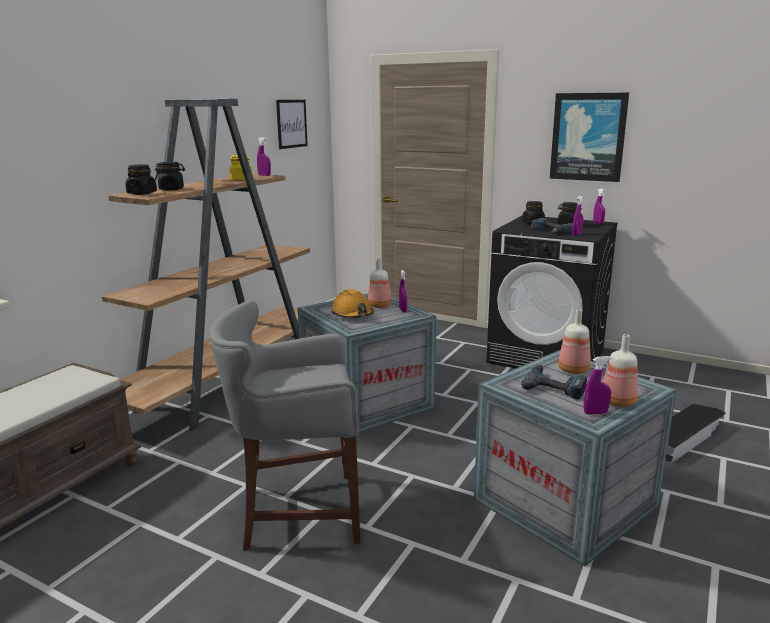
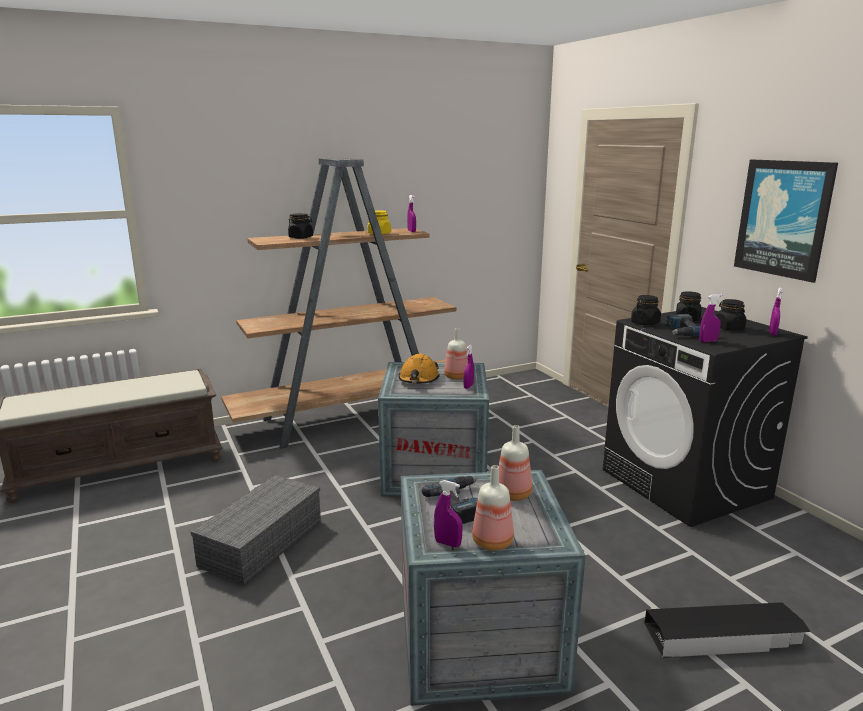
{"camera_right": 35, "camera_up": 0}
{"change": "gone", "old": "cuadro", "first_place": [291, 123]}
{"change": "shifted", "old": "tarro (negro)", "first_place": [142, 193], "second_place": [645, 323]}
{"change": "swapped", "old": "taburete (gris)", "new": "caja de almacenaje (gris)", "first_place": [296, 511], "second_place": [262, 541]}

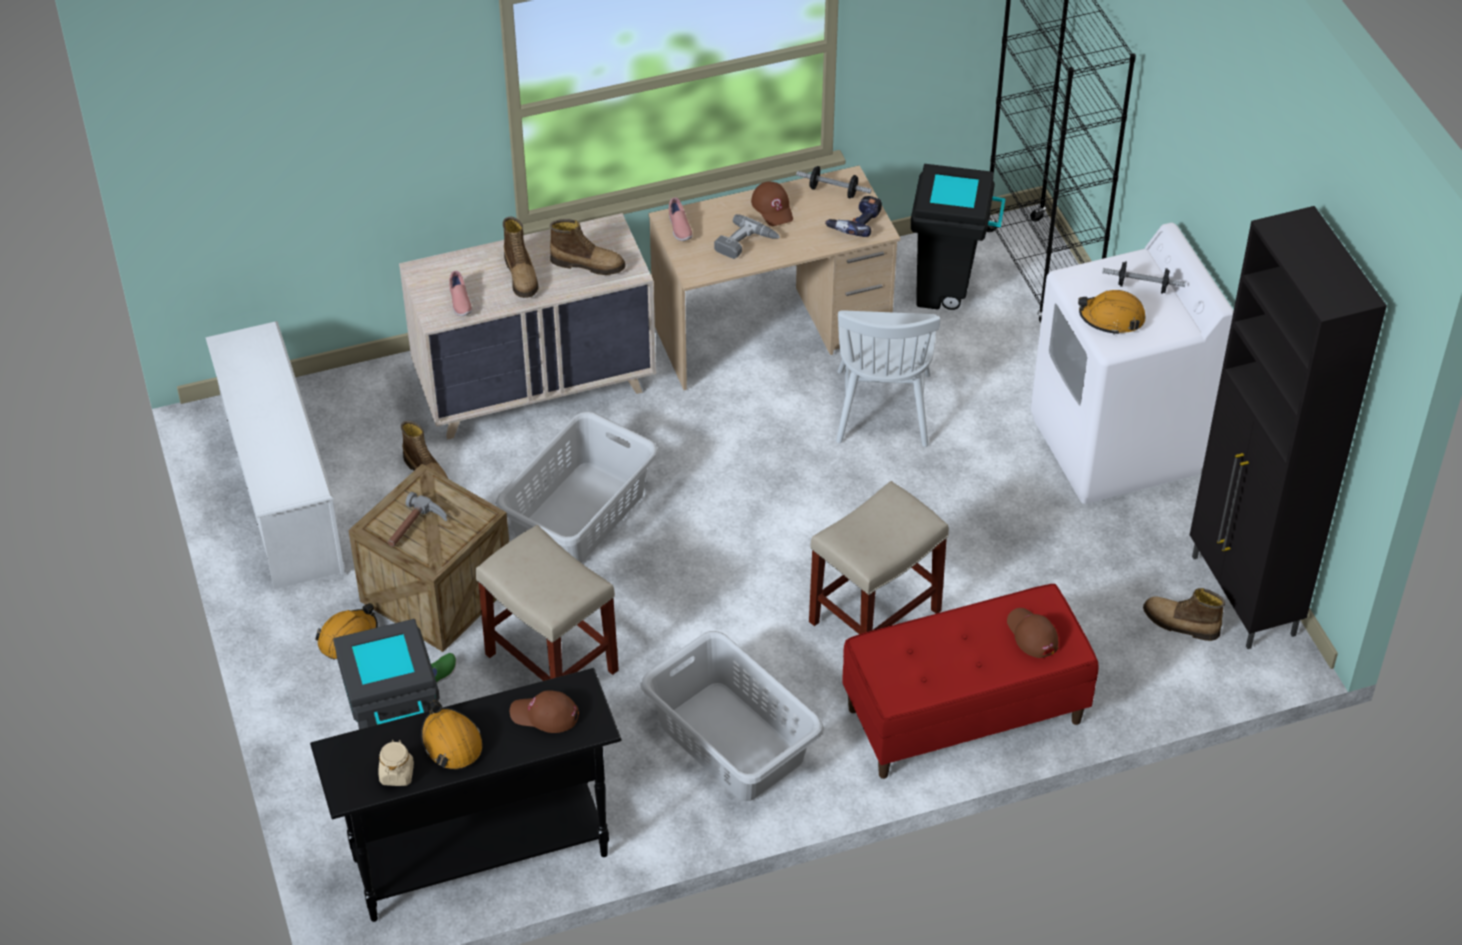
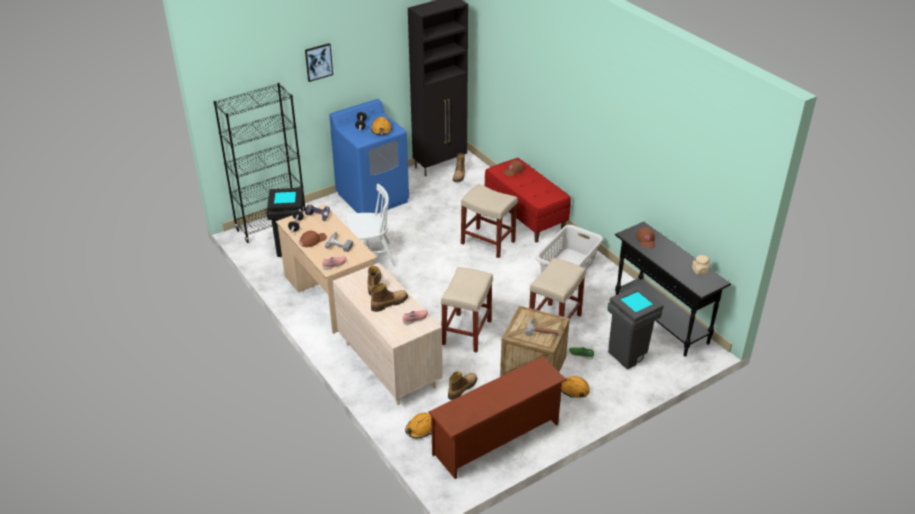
{"camera_right": -105, "camera_up": -10}
{"change": "new", "new": "cuadro", "second_place": [318, 62]}
{"change": "shifted", "old": "casco (naranja)", "first_place": [451, 743], "second_place": [420, 429]}
{"change": "swapped", "old": "cesto de la ropa (gris)", "new": "taburete (beis)", "first_place": [581, 514], "second_place": [466, 332]}
{"change": "repainted", "old": "zapatero (blanco)", "new": "zapatero (marrón)", "first_place": [281, 495], "second_place": [497, 440]}
{"change": "repainted", "old": "lavadora (blanco)", "new": "lavadora (azul)", "first_place": [1116, 445], "second_place": [373, 197]}

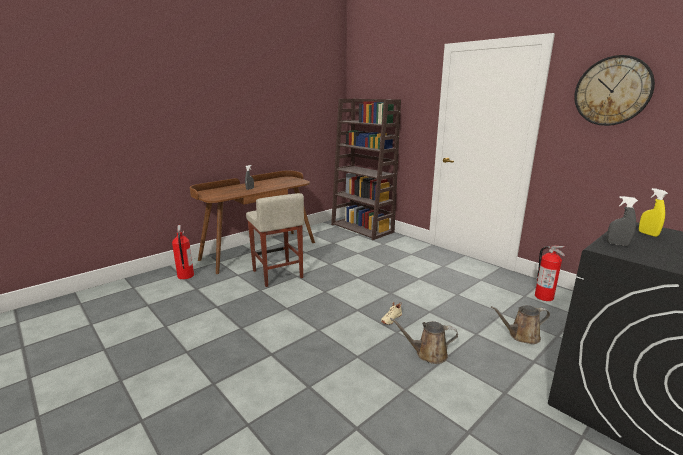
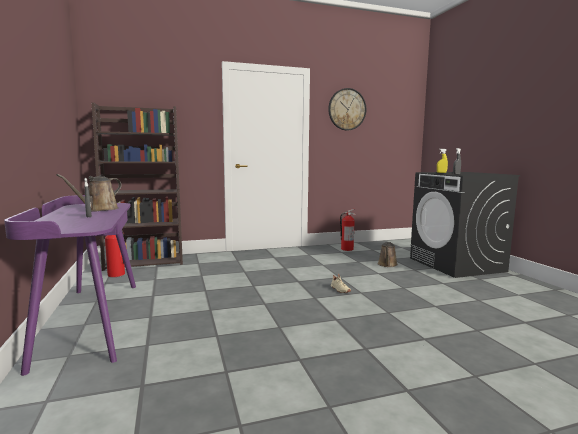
{"camera_right": -65, "camera_up": -10}
{"change": "gone", "old": "taburete (beis)", "first_place": [277, 274]}
{"change": "shifted", "old": "extintor", "first_place": [185, 276], "second_place": [116, 275]}
{"change": "shifted", "old": "regadera (marrón)", "first_place": [428, 354], "second_place": [99, 209]}
{"change": "repainted", "old": "escritorio (marrón)", "new": "escritorio (morado)", "first_place": [259, 250], "second_place": [90, 320]}

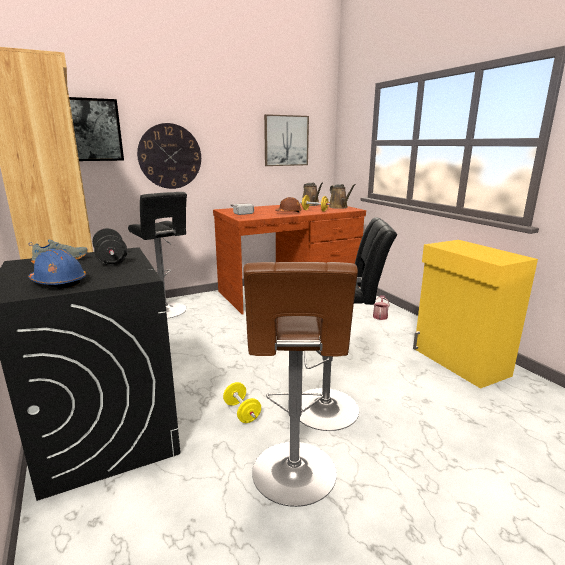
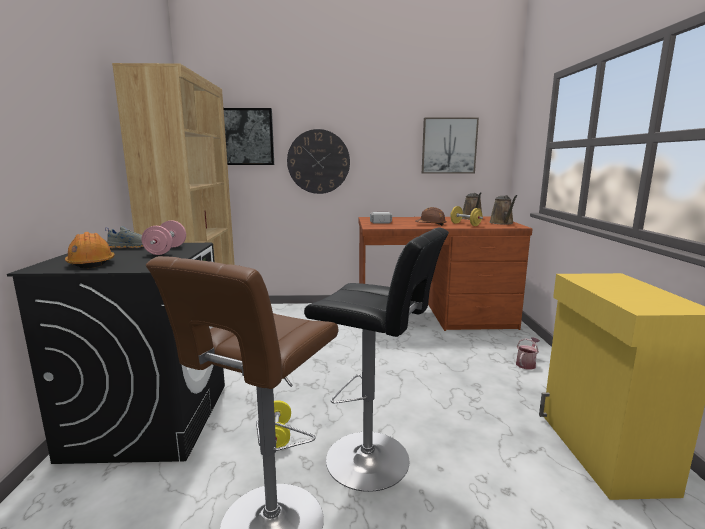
{"camera_right": 25, "camera_up": -5}
{"change": "gone", "old": "taburete (negro)", "first_place": [166, 311]}
{"change": "repainted", "old": "casco (azul)", "new": "casco (naranja)", "first_place": [58, 282], "second_place": [91, 263]}
{"change": "repainted", "old": "mancuerna (negro)", "new": "mancuerna (rosa)", "first_place": [111, 260], "second_place": [166, 250]}

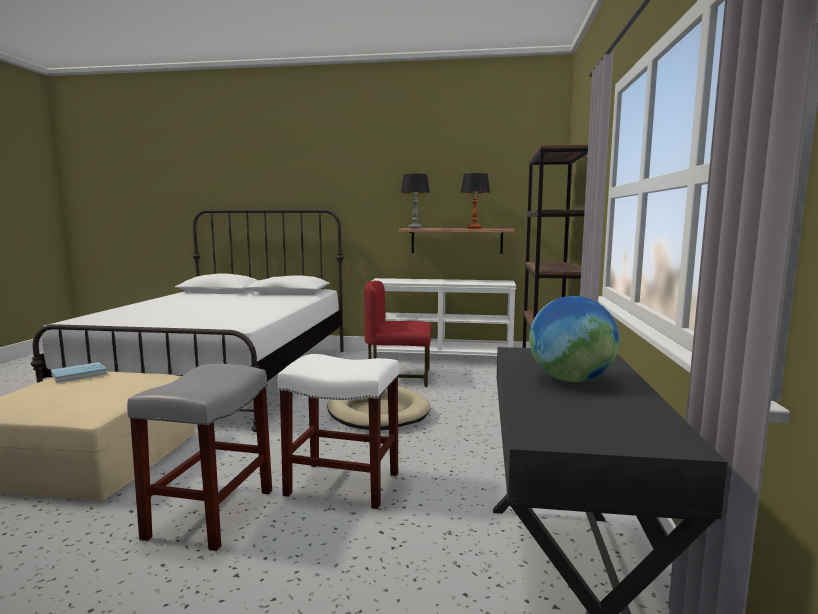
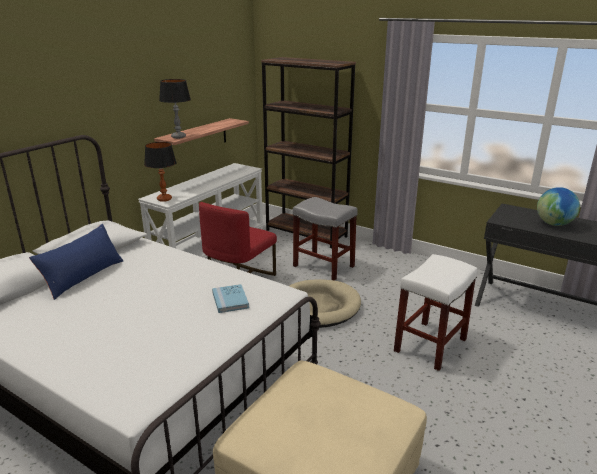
{"camera_right": -65, "camera_up": 15}
{"change": "new", "new": "cojín (azul)", "second_place": [83, 277]}
{"change": "shifted", "old": "libro (azul)", "first_place": [79, 374], "second_place": [230, 300]}
{"change": "shifted", "old": "taburete (gris)", "first_place": [211, 514], "second_place": [324, 266]}
{"change": "shifted", "old": "lámpara de mesa", "first_place": [474, 228], "second_place": [164, 199]}

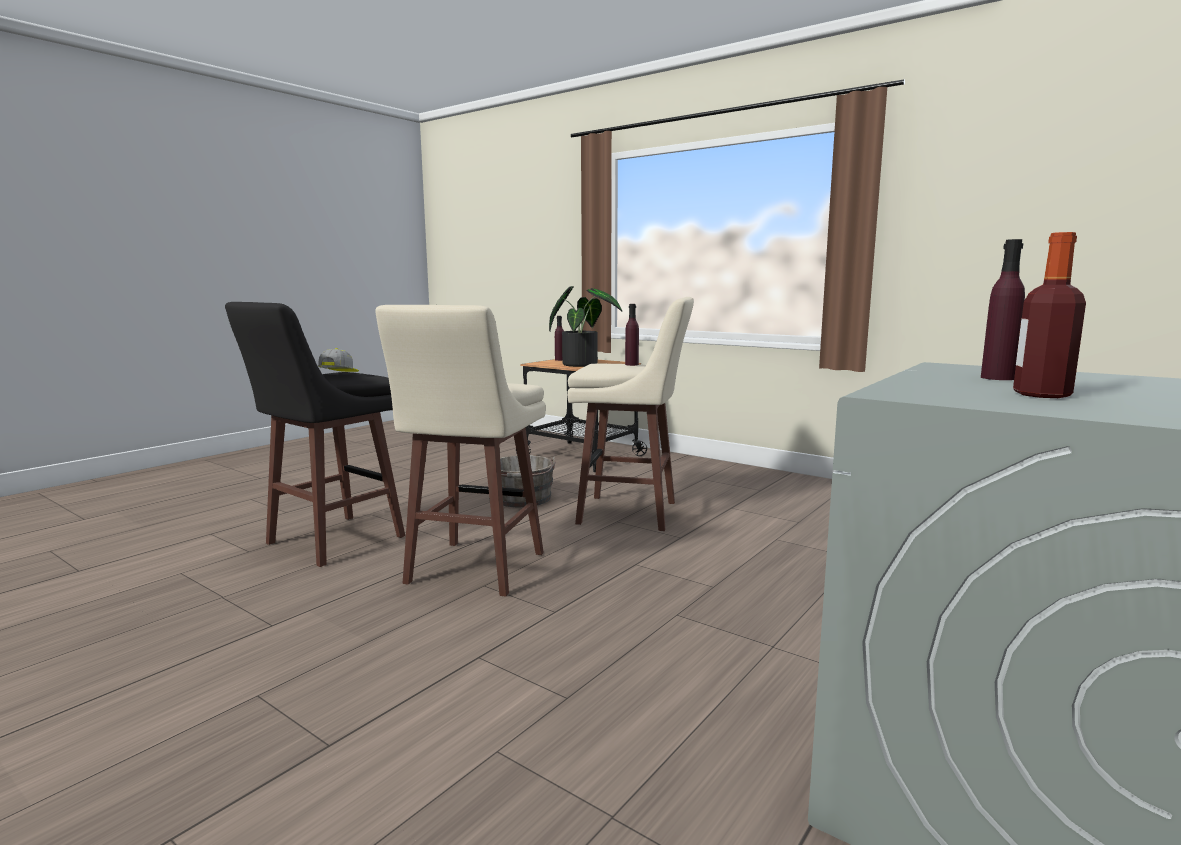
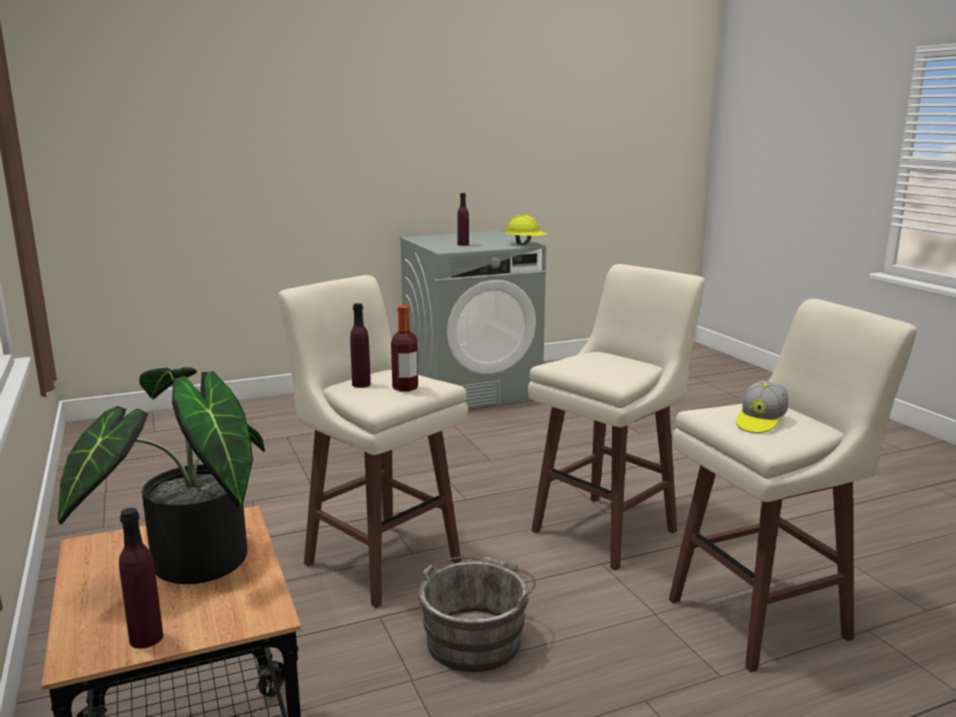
{"camera_right": -150, "camera_up": 5}
{"change": "new", "new": "casco (amarillo)", "second_place": [525, 244]}
{"change": "shifted", "old": "botella", "first_place": [1041, 395], "second_place": [405, 388]}
{"change": "repainted", "old": "taburete (negro)", "new": "taburete (beis)", "first_place": [331, 541], "second_place": [763, 618]}

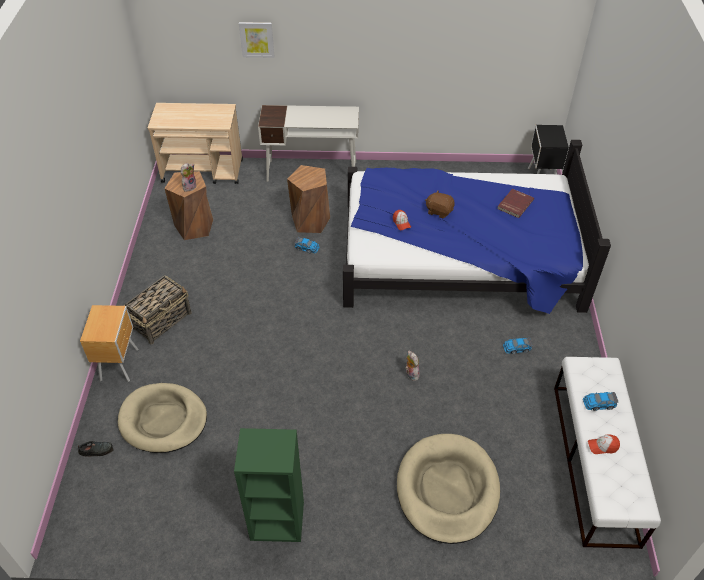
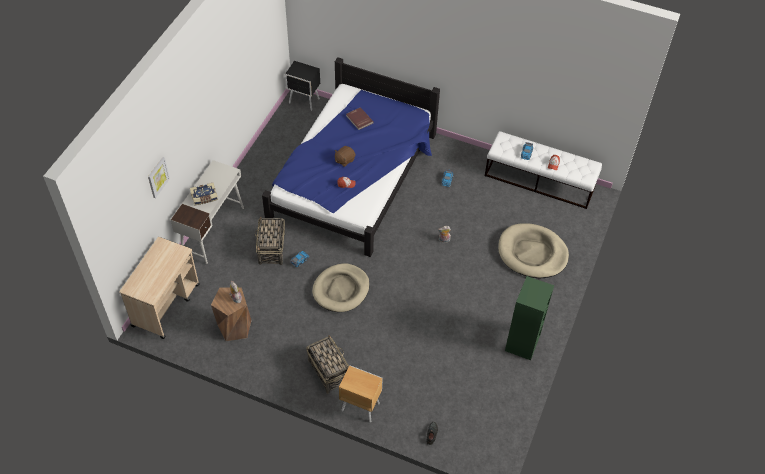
{"camera_right": -70, "camera_up": 5}
{"change": "new", "new": "libro", "second_place": [204, 197]}
{"change": "shifted", "old": "cama para perro (beis)", "first_place": [163, 420], "second_place": [341, 289]}
{"change": "swapped", "old": "taburete (marrón)", "new": "cesta", "first_place": [310, 221], "second_place": [271, 249]}

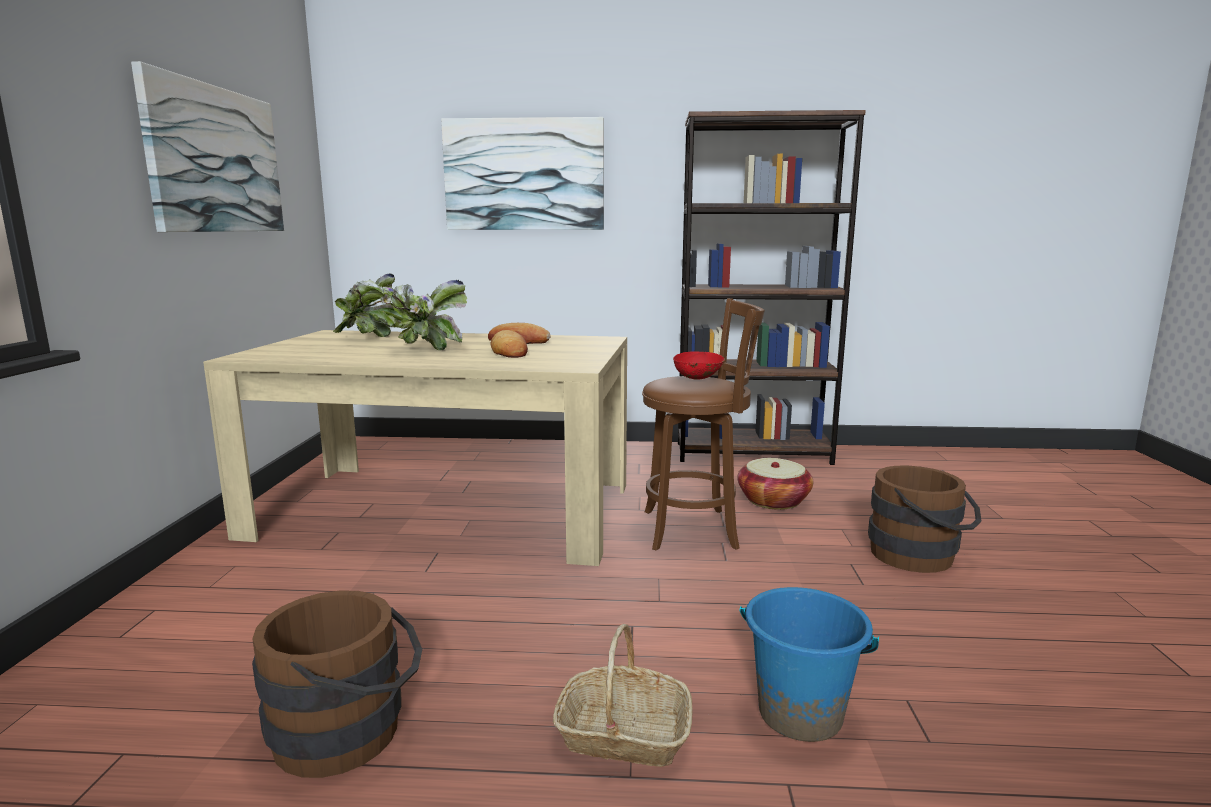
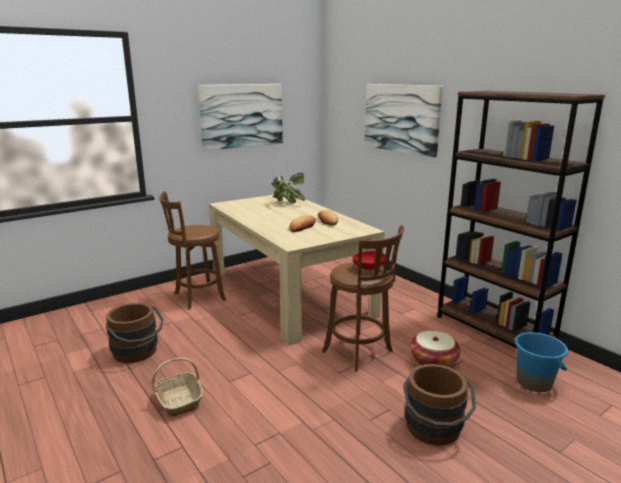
{"camera_right": 50, "camera_up": 5}
{"change": "gone", "old": "planta en maceta", "first_place": [428, 350]}
{"change": "new", "new": "taburete (marrón)", "second_place": [196, 297]}
{"change": "shifted", "old": "cubo (azul)", "first_place": [800, 714], "second_place": [534, 382]}

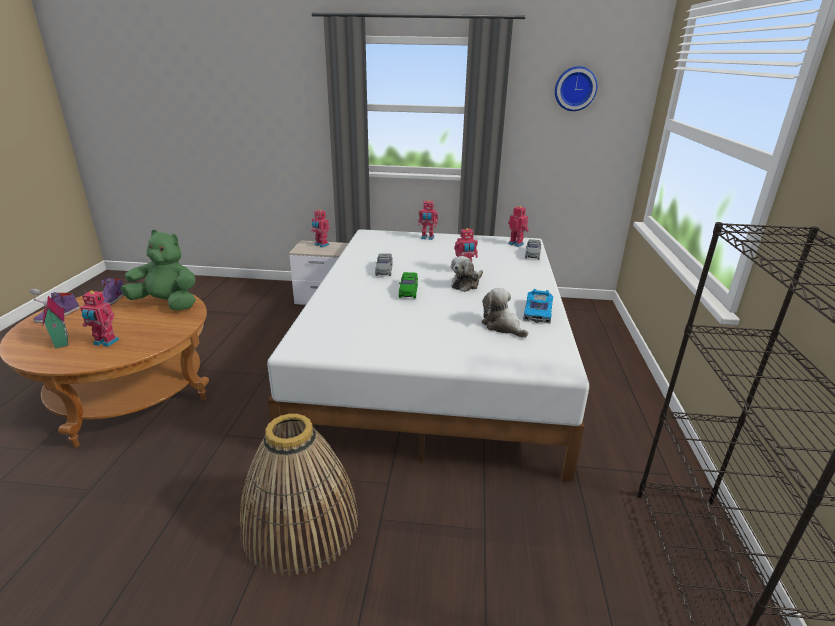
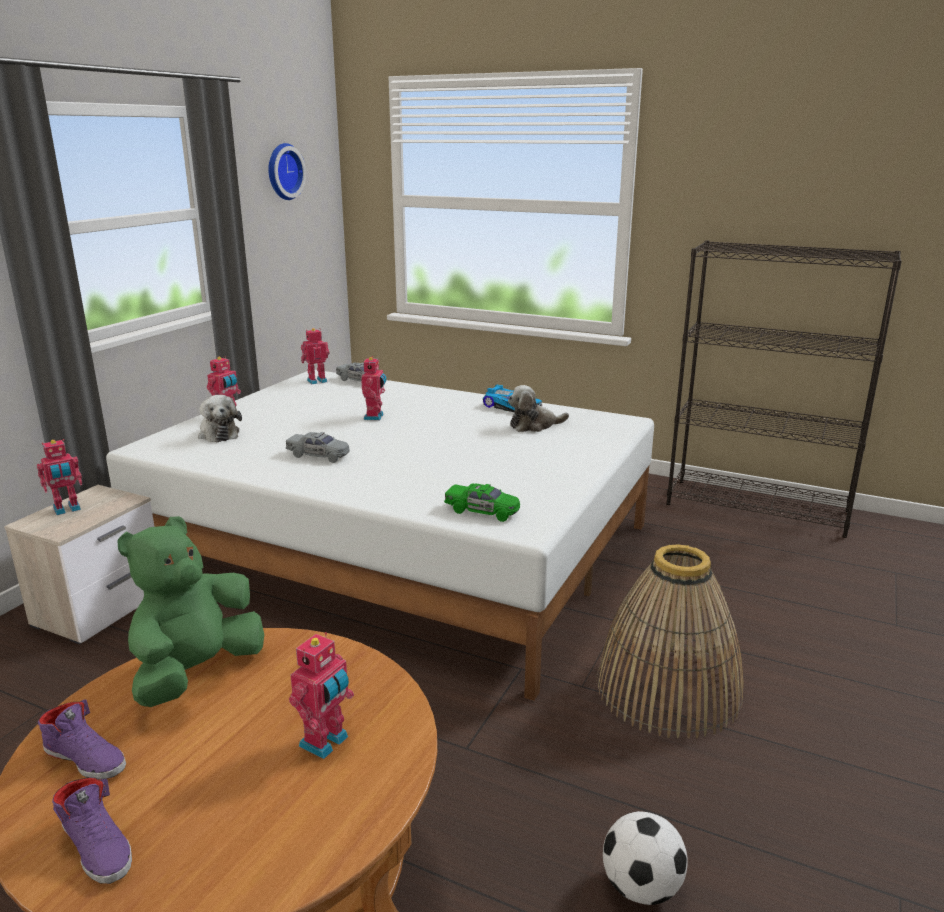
{"camera_right": -70, "camera_up": -5}
{"change": "gone", "old": "casita", "first_place": [59, 342]}
{"change": "new", "new": "balón de fútbol", "second_place": [641, 887]}
{"change": "shifted", "old": "coche de juguete (verde)", "first_place": [408, 291], "second_place": [482, 511]}
{"change": "shifted", "old": "peluche", "first_place": [466, 284], "second_place": [218, 434]}

